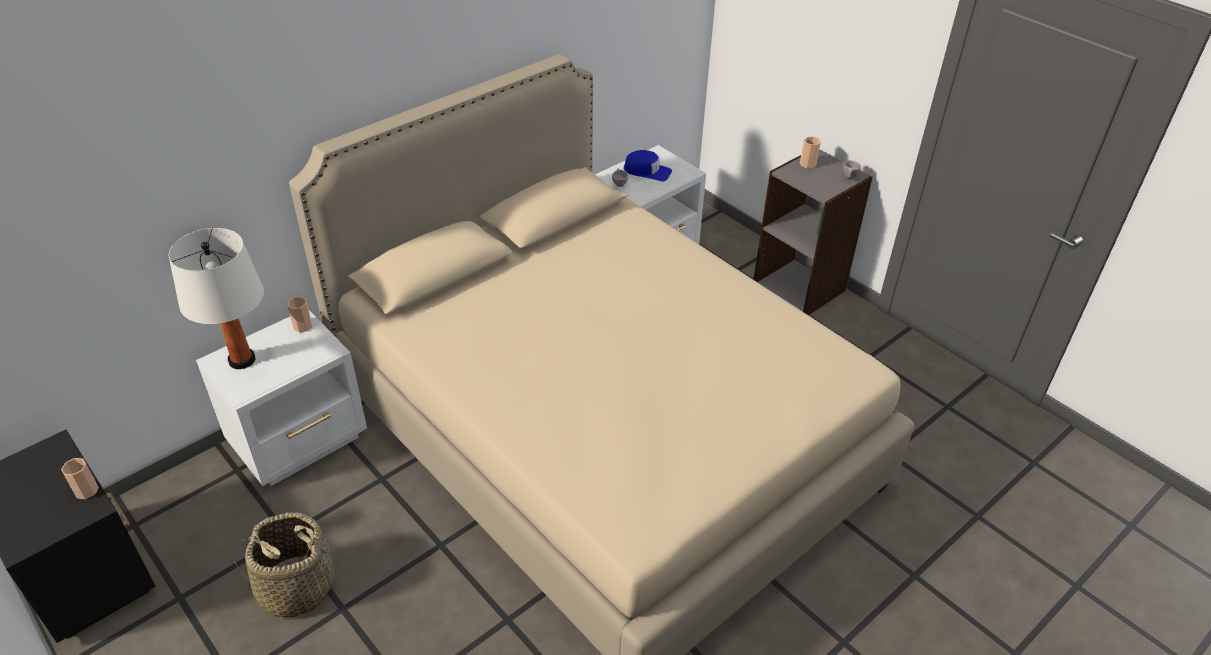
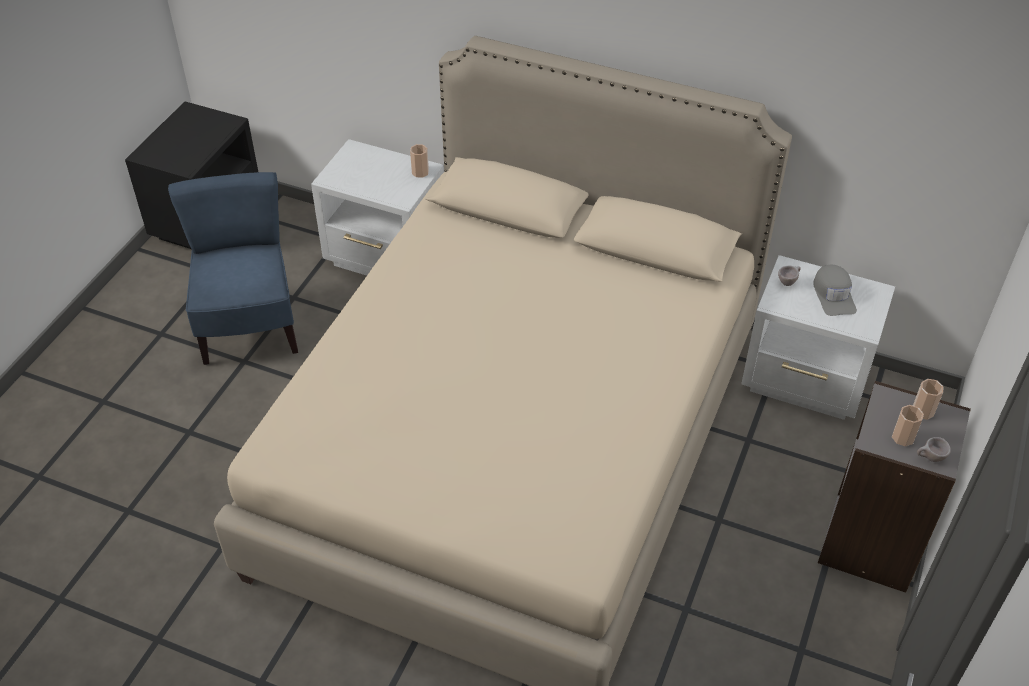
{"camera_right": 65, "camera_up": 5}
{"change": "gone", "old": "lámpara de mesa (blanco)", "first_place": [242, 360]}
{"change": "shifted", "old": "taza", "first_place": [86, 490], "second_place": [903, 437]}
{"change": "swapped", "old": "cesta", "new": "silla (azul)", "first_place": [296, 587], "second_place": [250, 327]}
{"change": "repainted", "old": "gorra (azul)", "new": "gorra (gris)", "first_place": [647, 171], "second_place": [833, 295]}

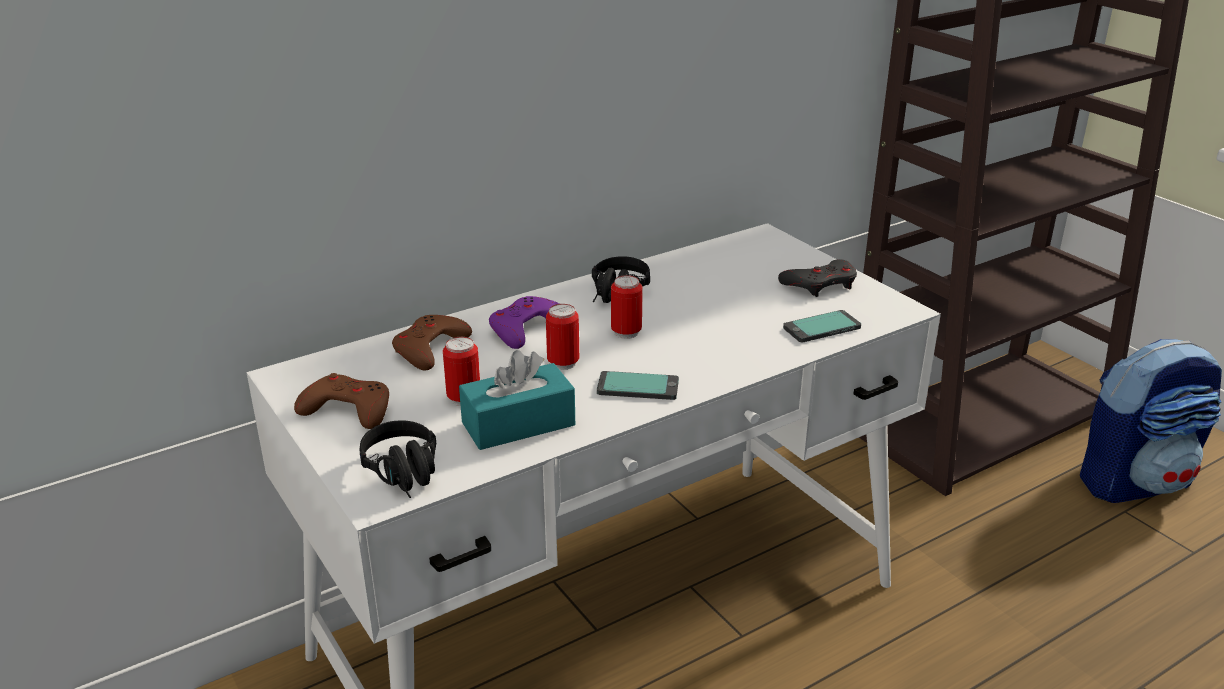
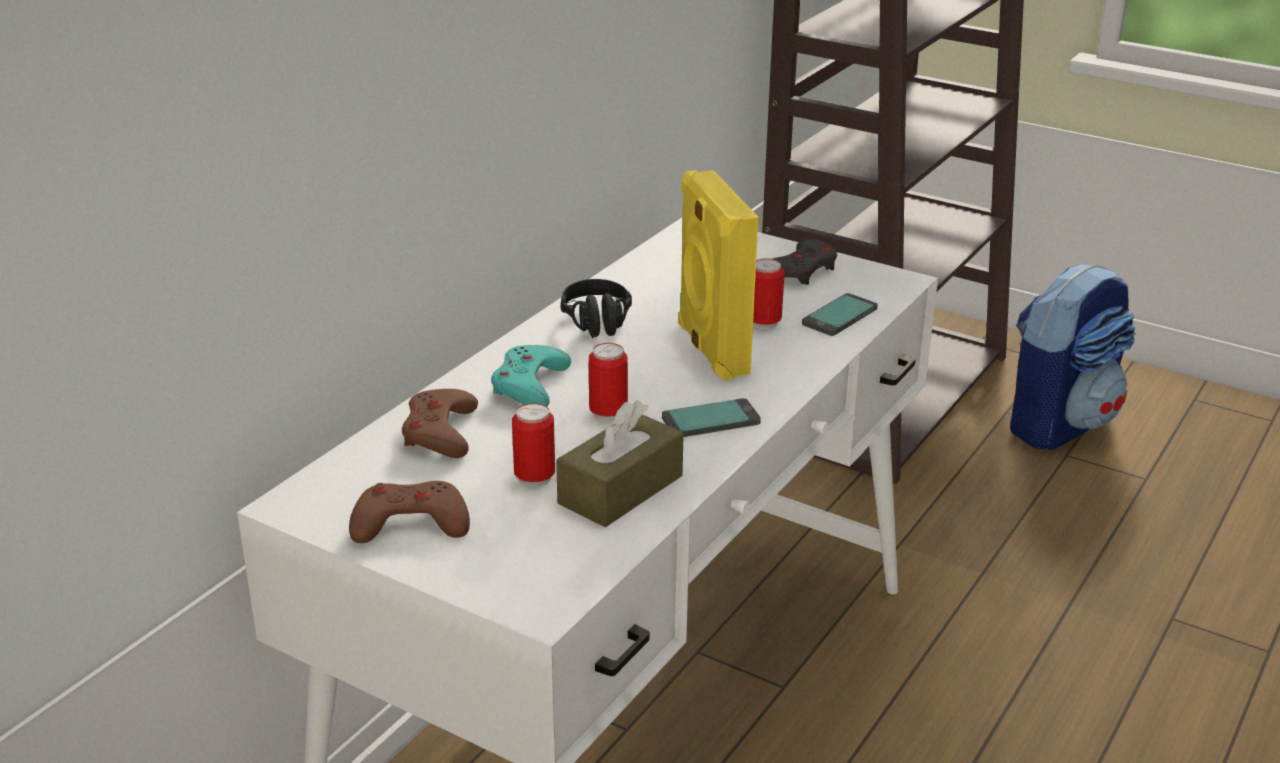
{"camera_right": -25, "camera_up": 0}
{"change": "gone", "old": "auriculares (negro)", "first_place": [407, 476]}
{"change": "new", "new": "altavoz (amarillo)", "second_place": [710, 350]}
{"change": "shifted", "old": "lata", "first_place": [626, 332], "second_place": [764, 323]}
{"change": "repainted", "old": "caja de pañuelos (turquesa)", "new": "caja de pañuelos (marrón)", "first_place": [518, 424], "second_place": [620, 489]}
{"change": "repainted", "old": "mando de consola (morado)", "new": "mando de consola (turquesa)", "first_place": [525, 328], "second_place": [529, 385]}

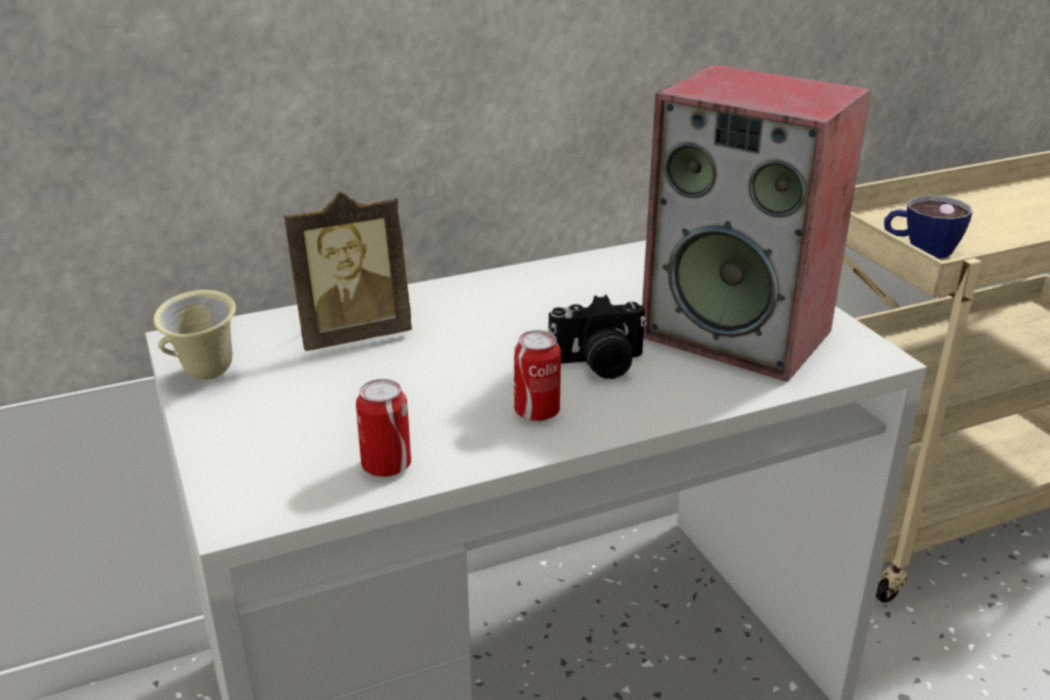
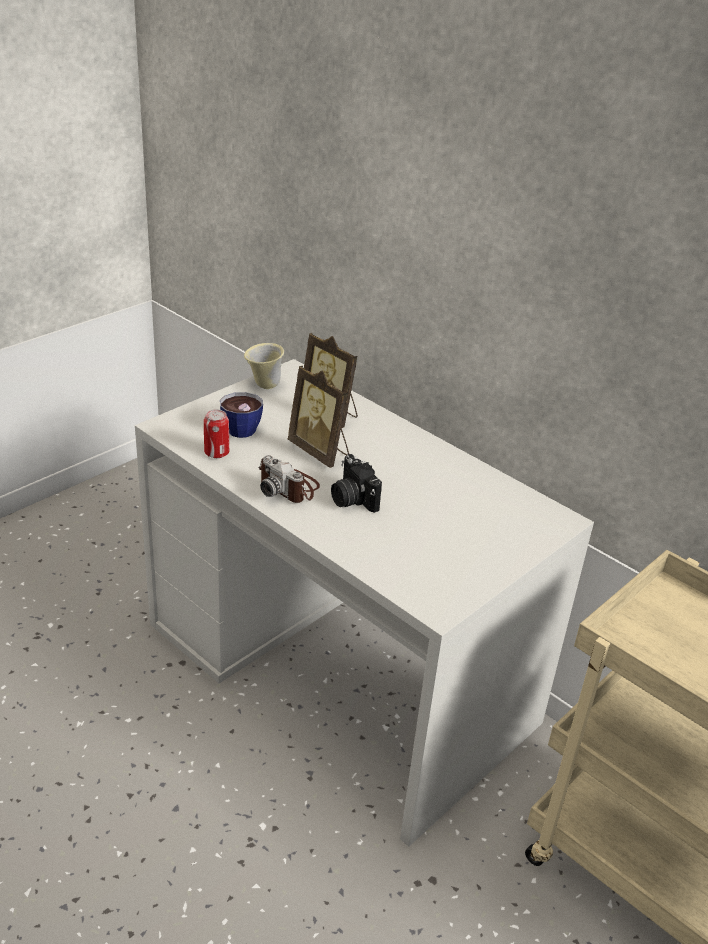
{"camera_right": 65, "camera_up": 5}
{"change": "gone", "old": "altavoz", "first_place": [739, 333]}
{"change": "new", "new": "portarretratos", "second_place": [320, 451]}
{"change": "shifted", "old": "taza", "first_place": [920, 249], "second_place": [241, 427]}
{"change": "swapped", "old": "lata", "new": "cámara", "first_place": [537, 412], "second_place": [289, 487]}

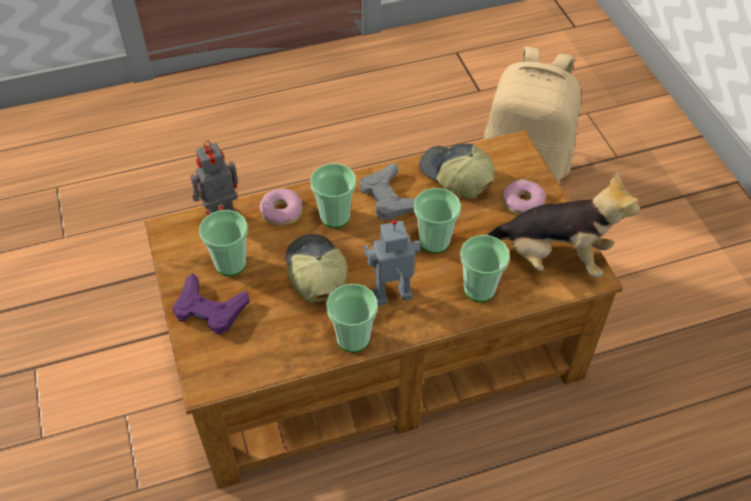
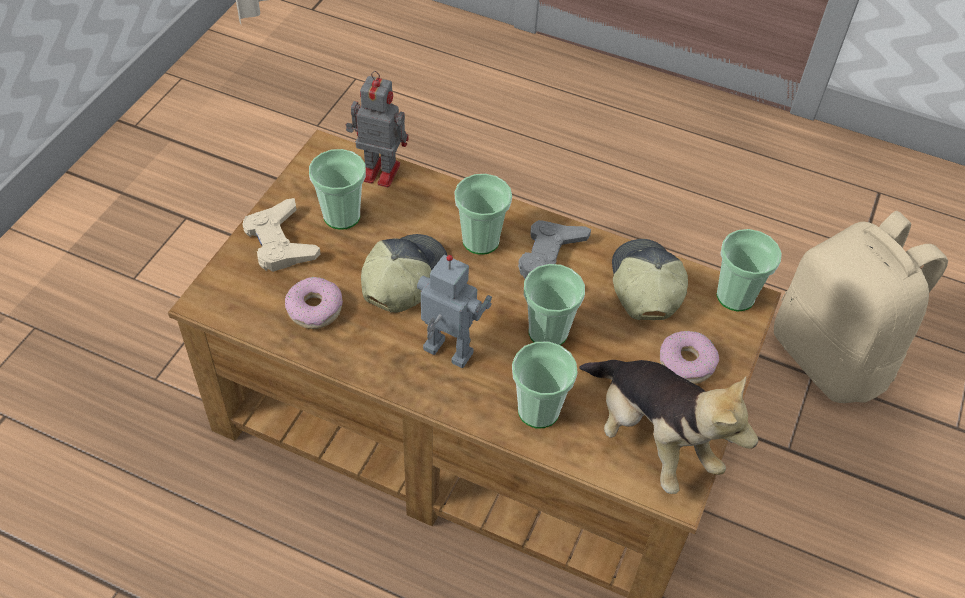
{"camera_right": 40, "camera_up": 0}
{"change": "shifted", "old": "rosquilla", "first_place": [282, 212], "second_place": [315, 309]}
{"change": "shifted", "old": "taza", "first_place": [353, 338], "second_place": [735, 296]}
{"change": "repainted", "old": "mando de consola (morado)", "new": "mando de consola (beis)", "first_place": [209, 309], "second_place": [280, 242]}

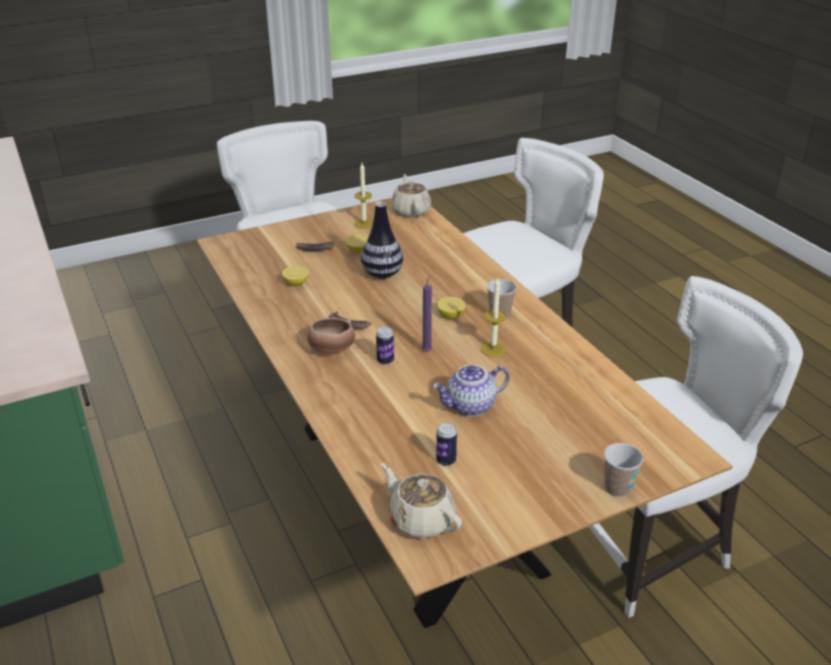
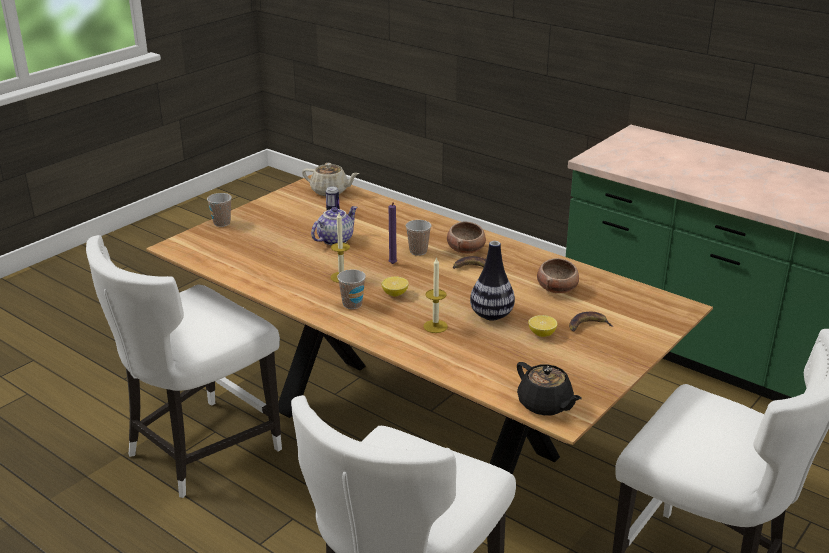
{"camera_right": 155, "camera_up": -5}
{"change": "shifted", "old": "vela", "first_place": [364, 224], "second_place": [435, 326]}
{"change": "swapped", "old": "limón", "new": "cuenco", "first_place": [296, 283], "second_place": [557, 288]}
{"change": "swapped", "old": "lata", "new": "taza", "first_place": [385, 361], "second_place": [418, 251]}
{"change": "repainted", "old": "tetera (beis)", "new": "tetera (negro)", "first_place": [411, 211], "second_place": [545, 405]}

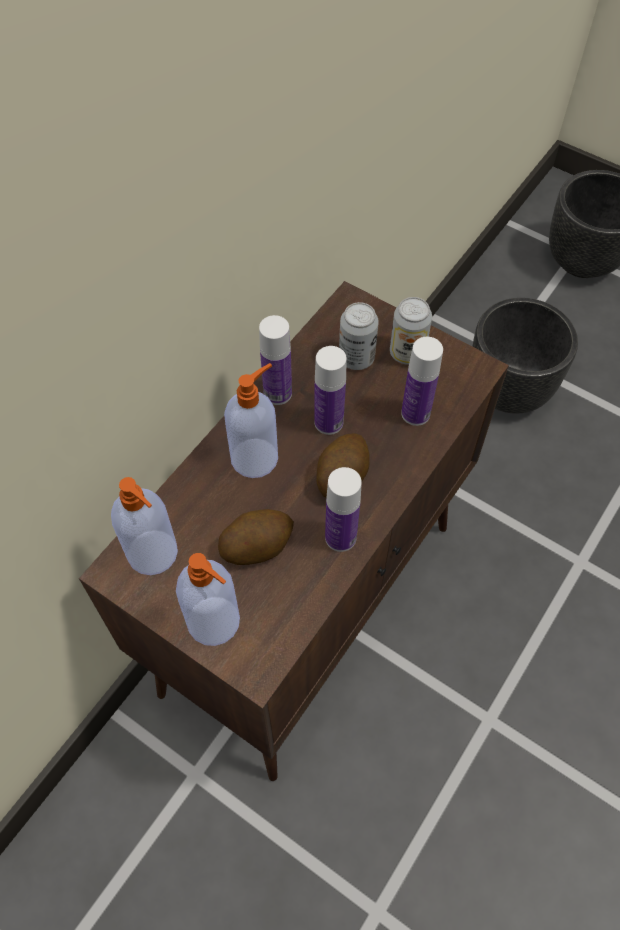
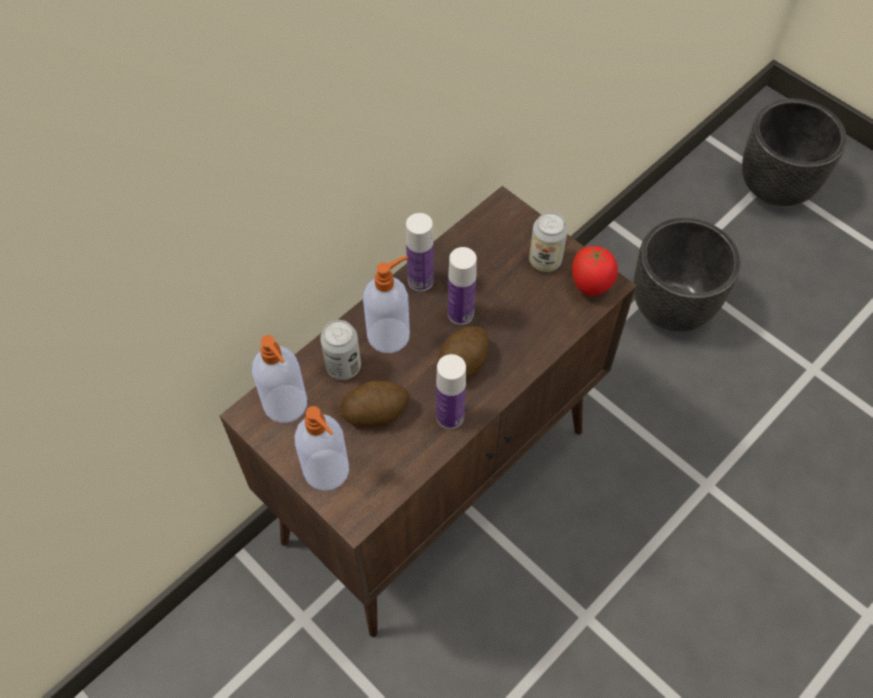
{"camera_right": 10, "camera_up": 0}
{"change": "gone", "old": "botella", "first_place": [415, 413]}
{"change": "new", "new": "tomate", "second_place": [591, 286]}
{"change": "shifted", "old": "lata", "first_place": [356, 358], "second_place": [343, 366]}

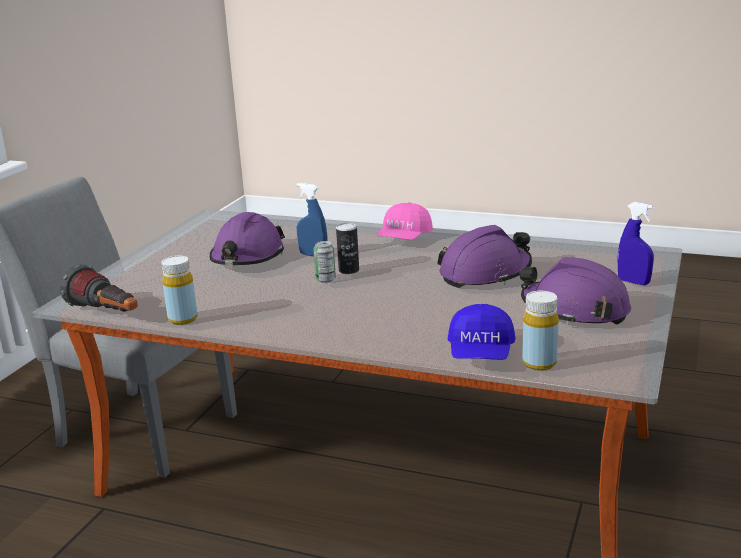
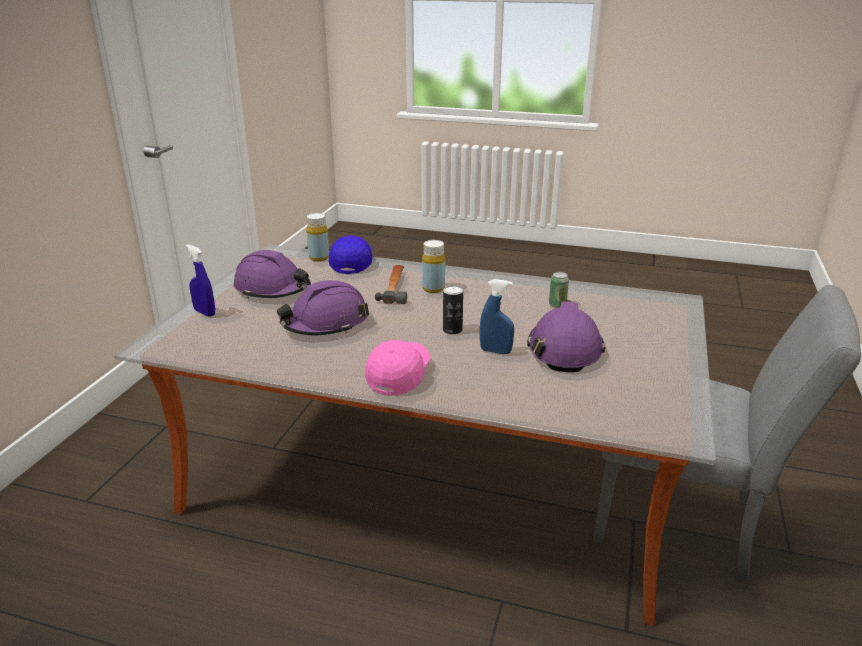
{"camera_right": 175, "camera_up": 5}
{"change": "gone", "old": "linterna", "first_place": [107, 314]}
{"change": "new", "new": "martillo", "second_place": [395, 287]}
{"change": "shifted", "old": "botella (amarillo)", "first_place": [183, 319], "second_place": [433, 288]}
{"change": "shifted", "old": "lata", "first_place": [325, 279], "second_place": [557, 305]}

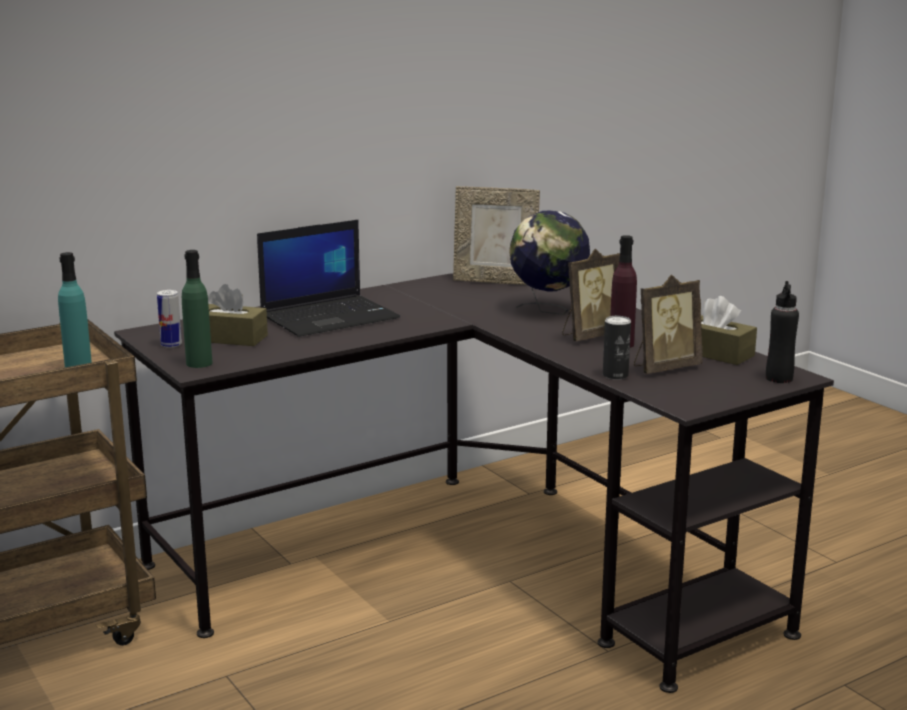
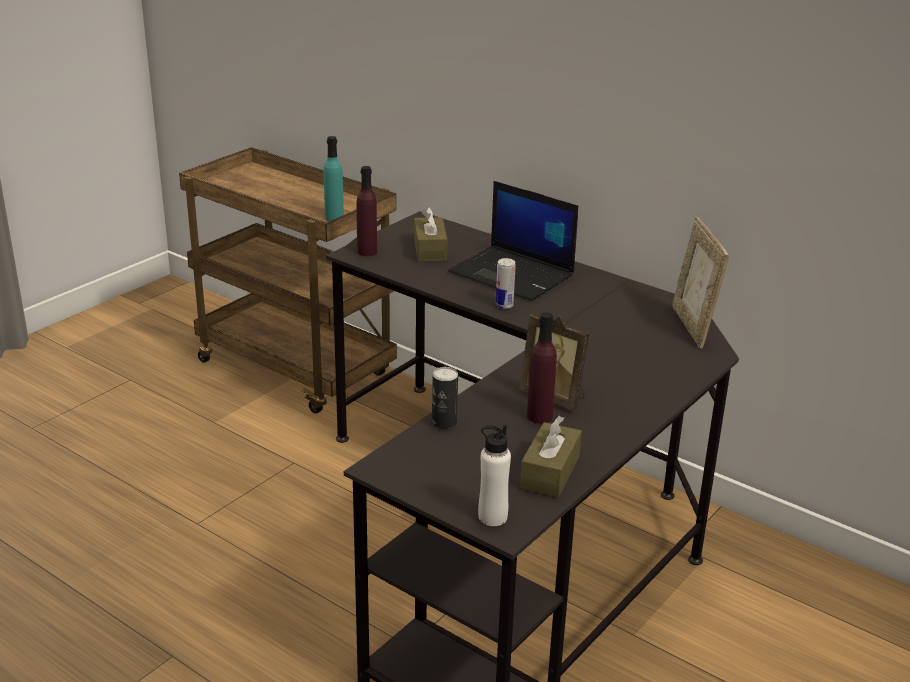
{"camera_right": 70, "camera_up": 10}
{"change": "gone", "old": "globo terráqueo", "first_place": [548, 311]}
{"change": "gone", "old": "portarretratos", "first_place": [664, 368]}
{"change": "shifted", "old": "lata", "first_place": [171, 345], "second_place": [504, 305]}
{"change": "repainted", "old": "botella (verde)", "new": "botella (morado)", "first_place": [199, 363], "second_place": [367, 252]}
{"change": "repainted", "old": "botella (negro)", "new": "botella (blanco)", "first_place": [779, 378], "second_place": [492, 517]}

